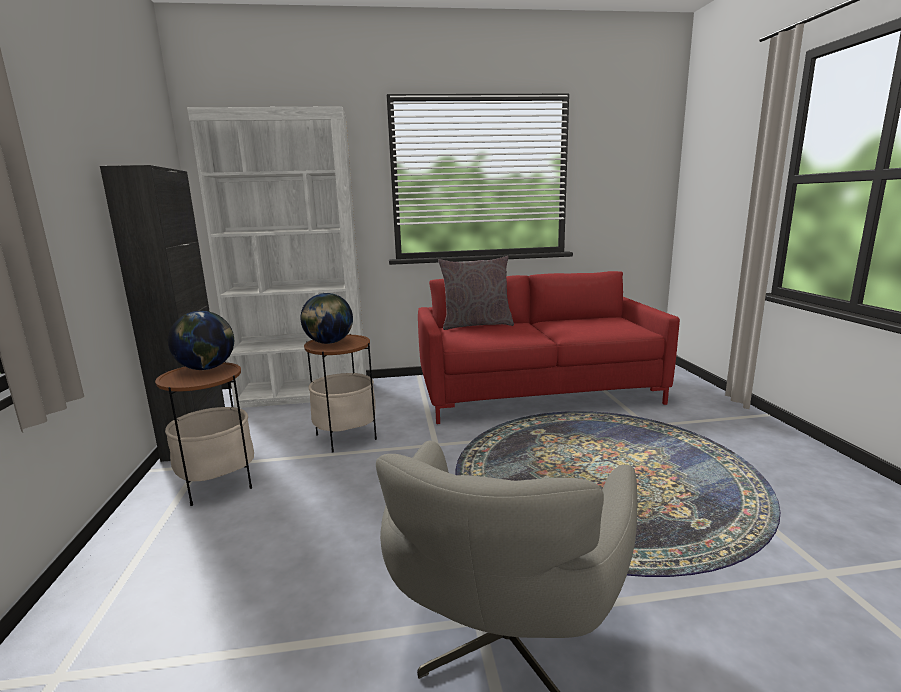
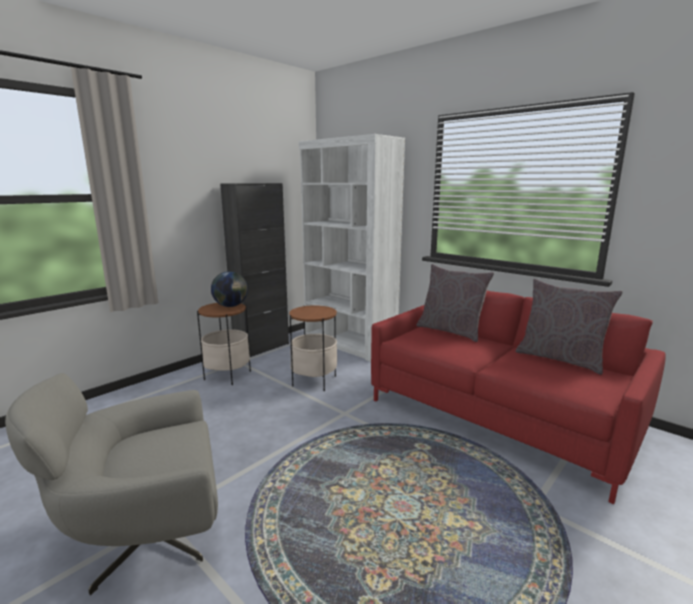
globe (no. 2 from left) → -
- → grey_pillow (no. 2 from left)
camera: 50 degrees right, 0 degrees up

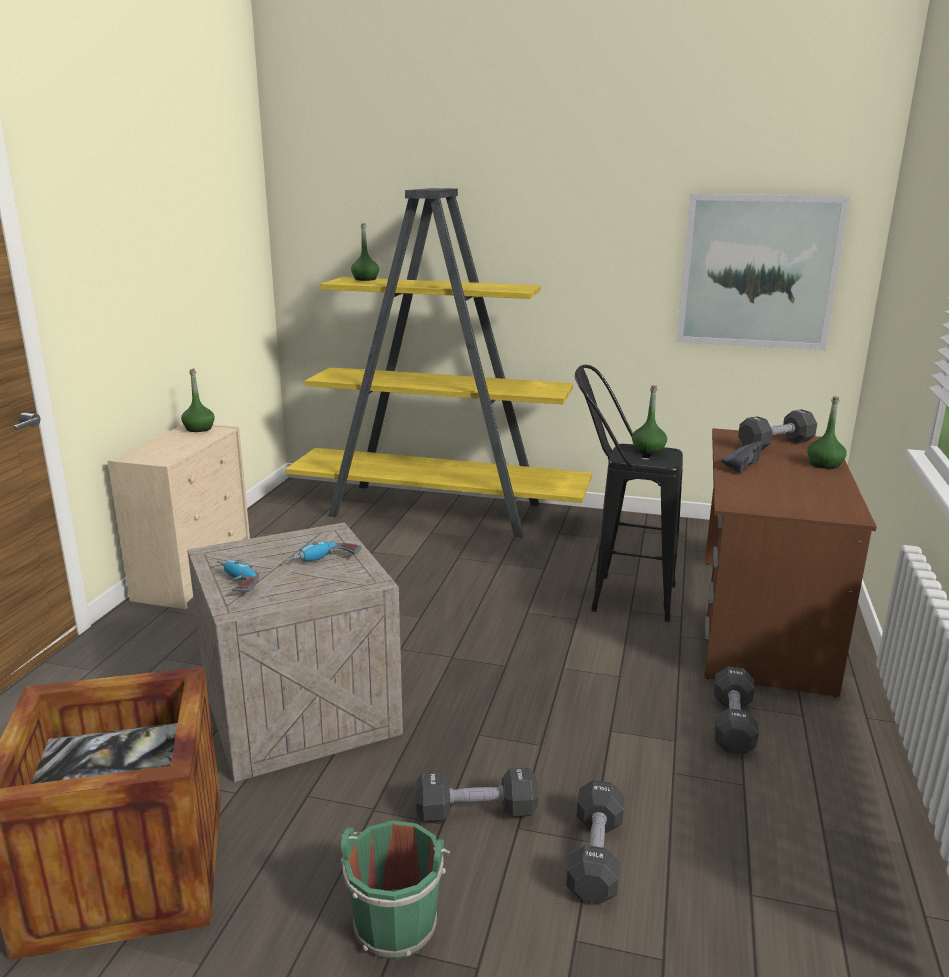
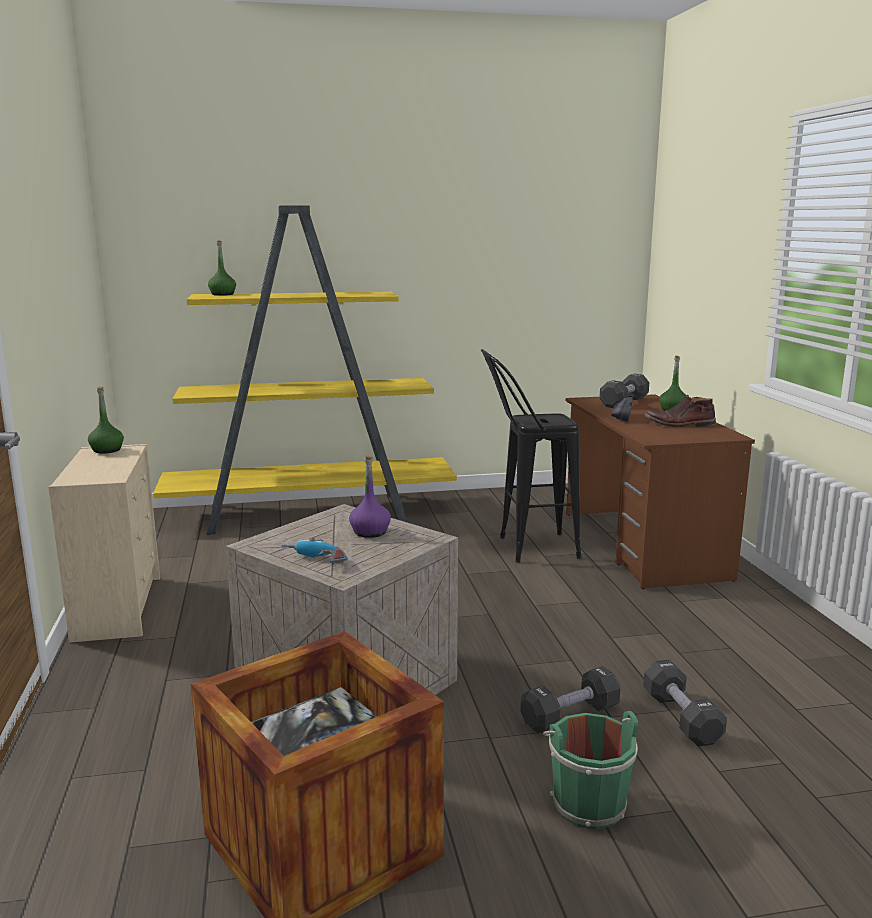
picture → -
green_bottle (no. 3 from left) → -
power_drill (no. 2 from left) → purple_bottle
black_dumbbell (no. 3 from left) → -
- → brown_boot
camera: 25 degrees left, 5 degrees down

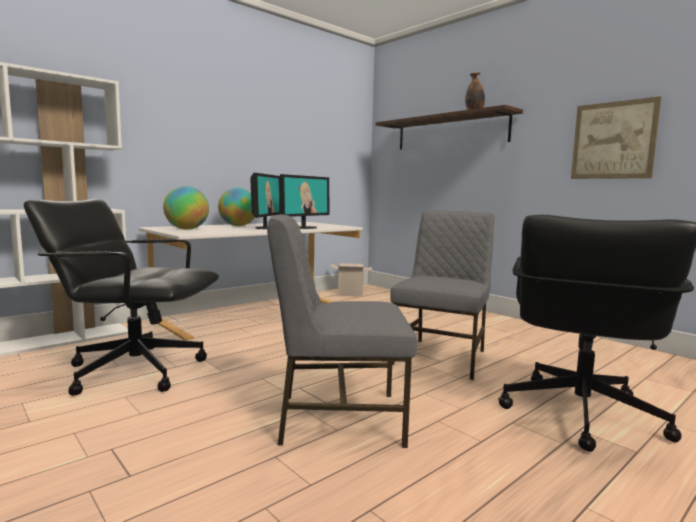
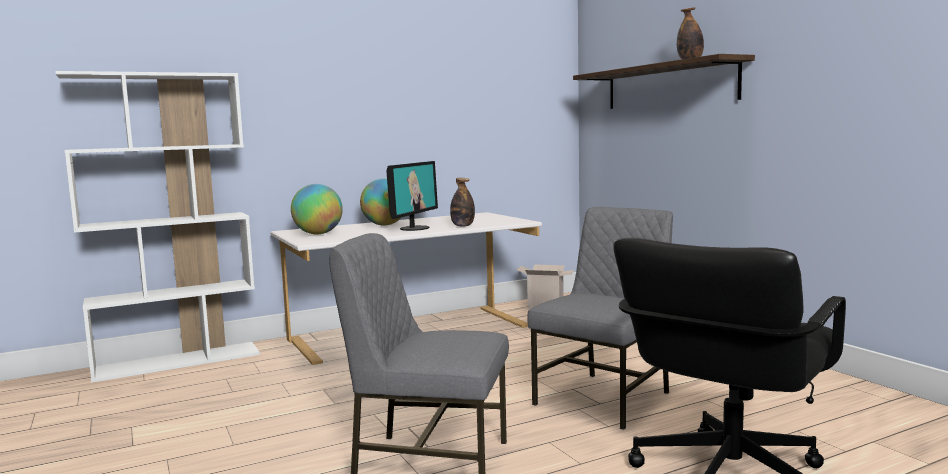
picture → -
monitor (no. 2 from left) → bottle (no. 1 from left)
black_office_chair (no. 1 from left) → -
camera: 15 degrees right, 0 degrees up

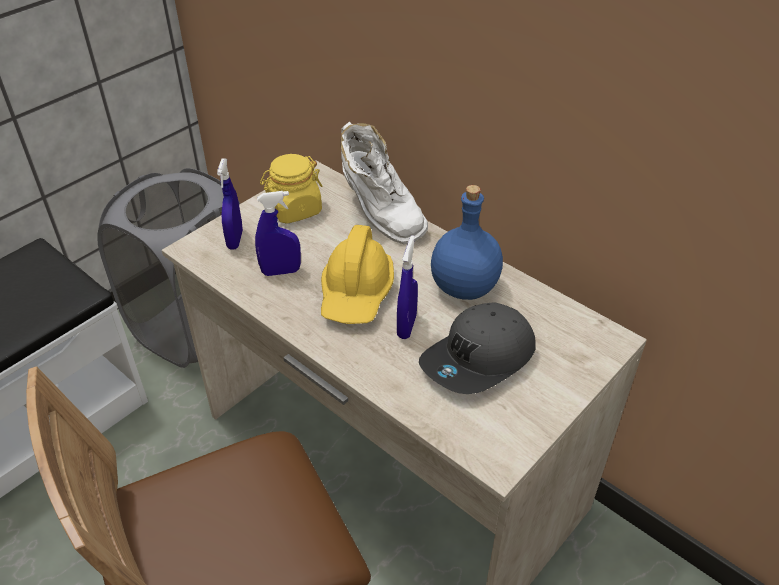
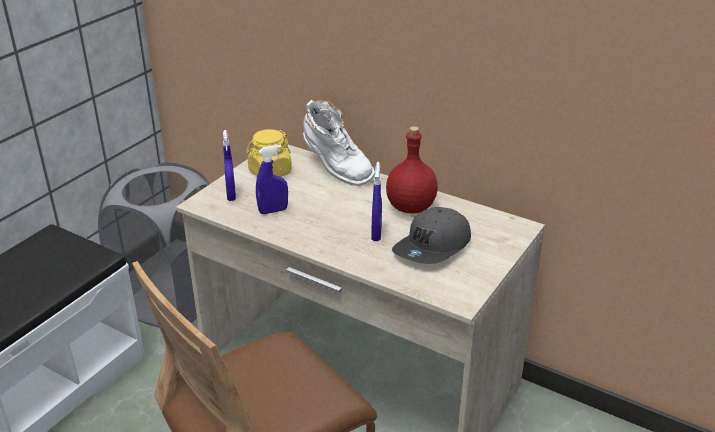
blue_bottle → red_bottle
yellow_hard_hat → -
camera: 10 degrees left, 10 degrees down

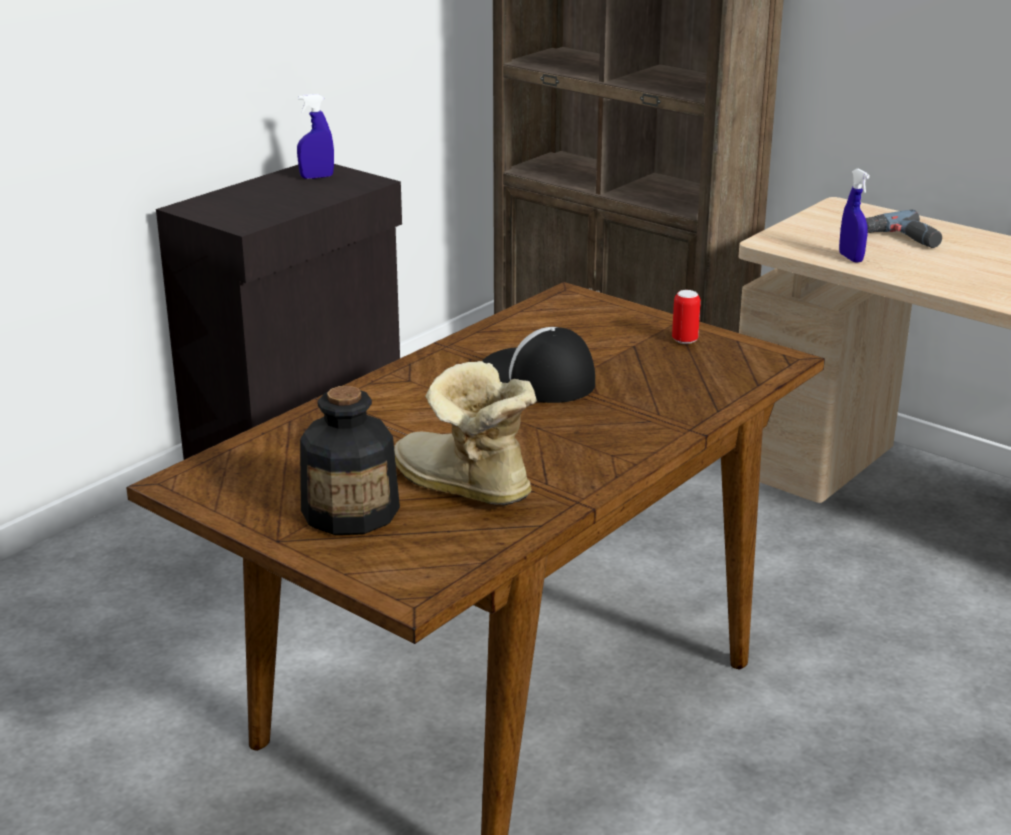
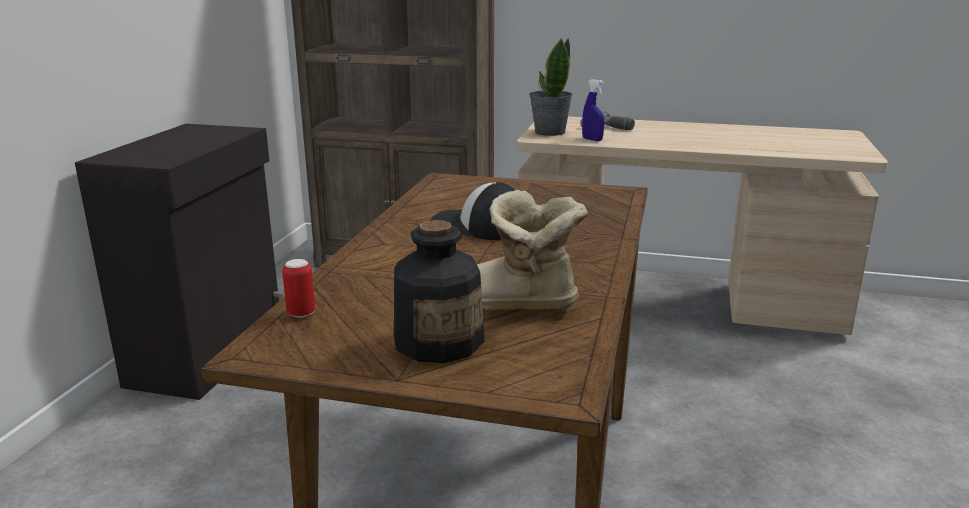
blue_spray_bottle (no. 1 from left) → -
can, shifted
- → potted_plant
camera: 25 degrees left, 5 degrees down

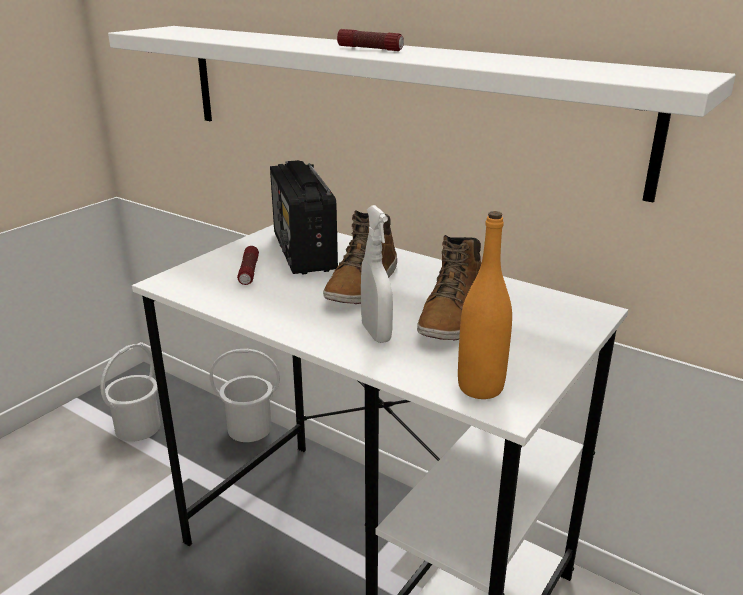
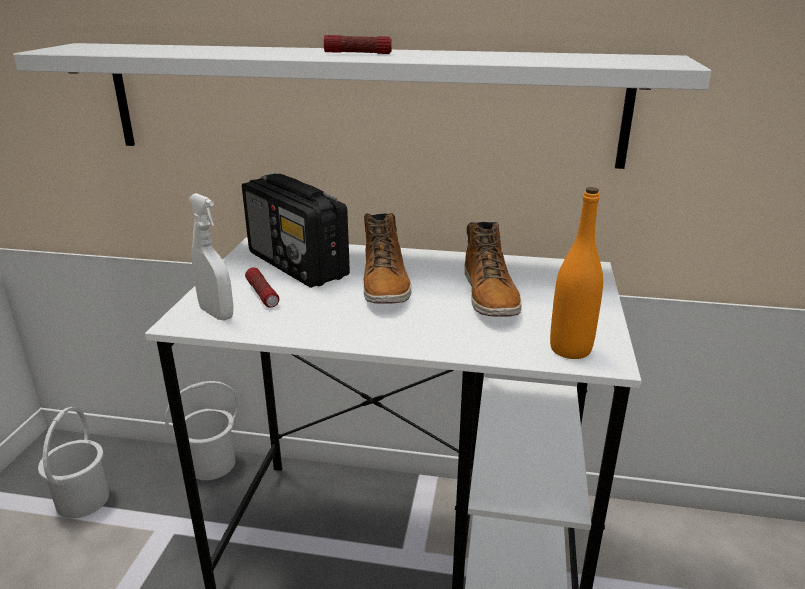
white_spray_bottle, shifted
camera: 25 degrees left, 0 degrees up

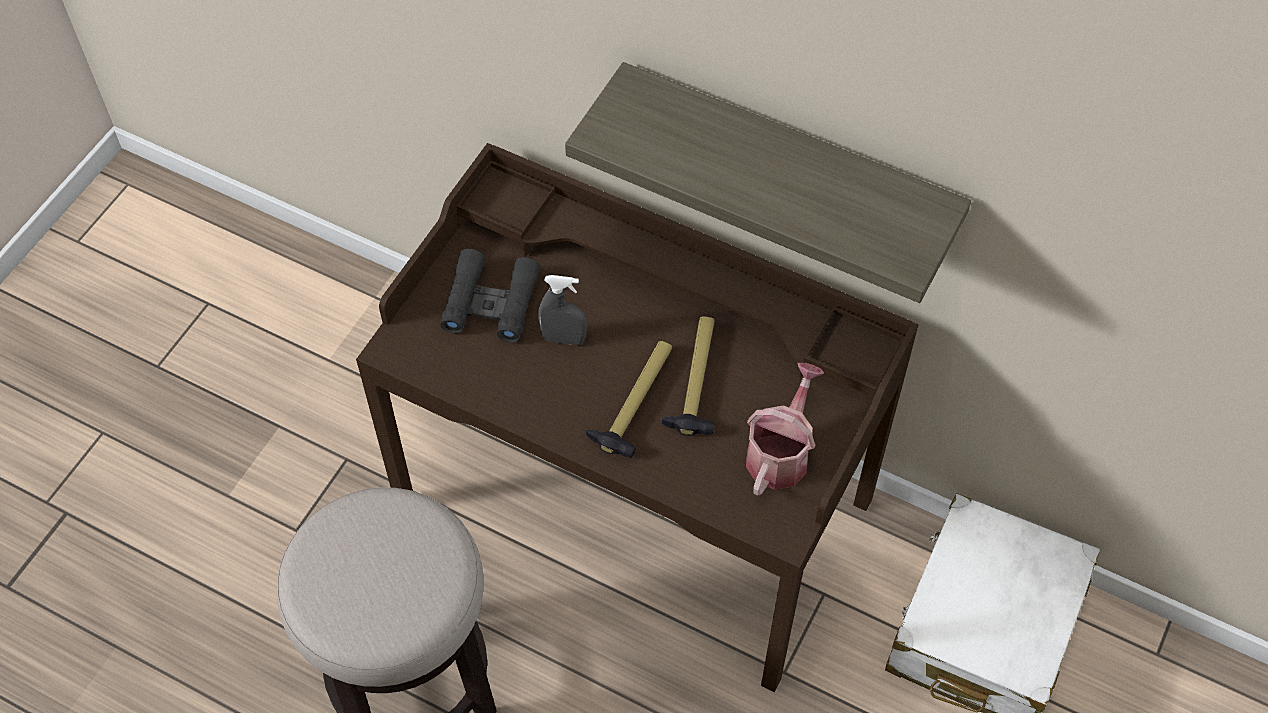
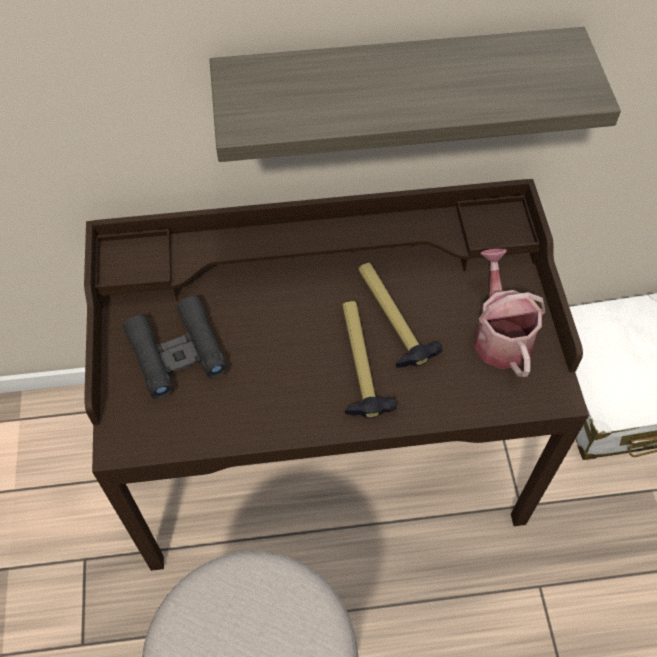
grey_spray_bottle → -
camera: 35 degrees left, 0 degrees up

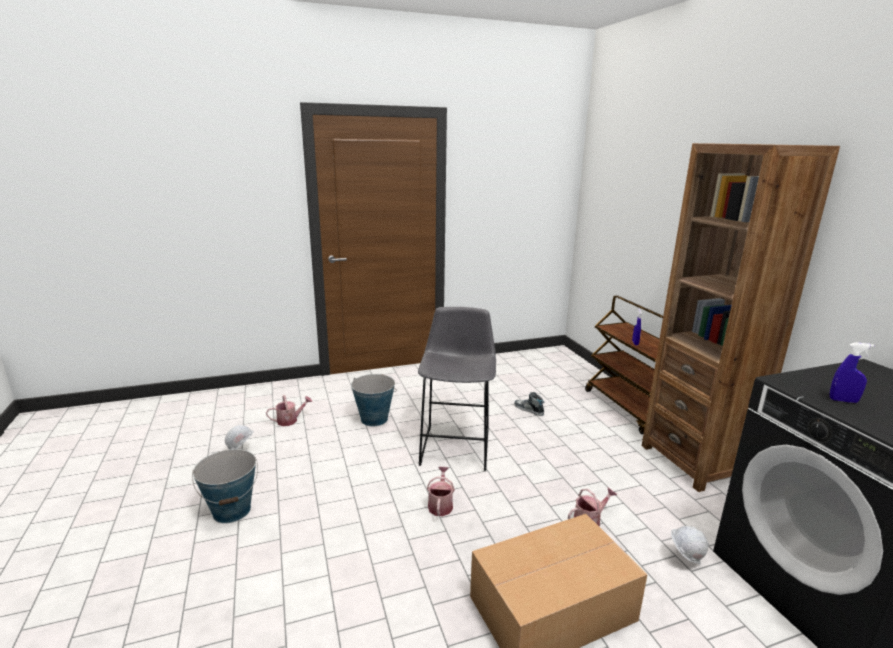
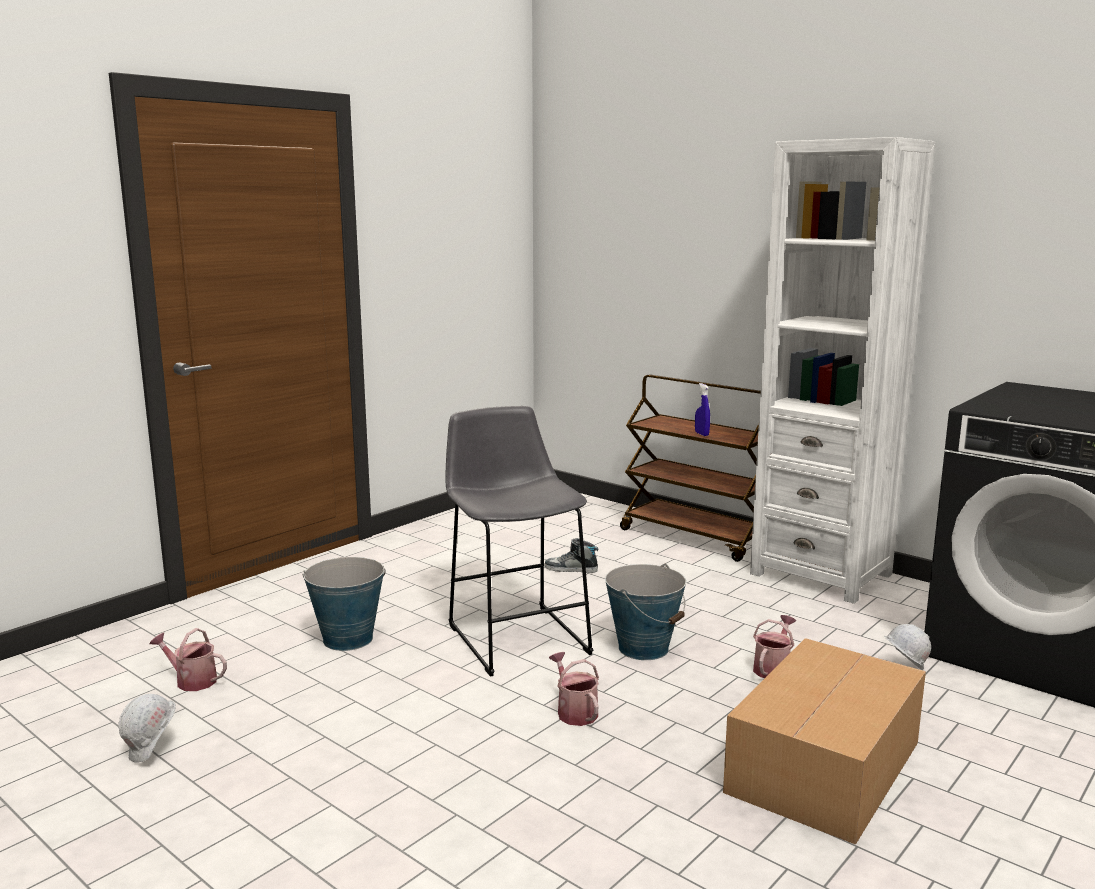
brown_bookcase → white_bookcase
blue_spray_bottle (no. 2 from left) → -
watering_can (no. 1 from left), 105 degrees counterclockwise
bucket (no. 1 from left in the first image) → bucket (no. 2 from left), shifted
camera: 30 degrees left, 5 degrees down

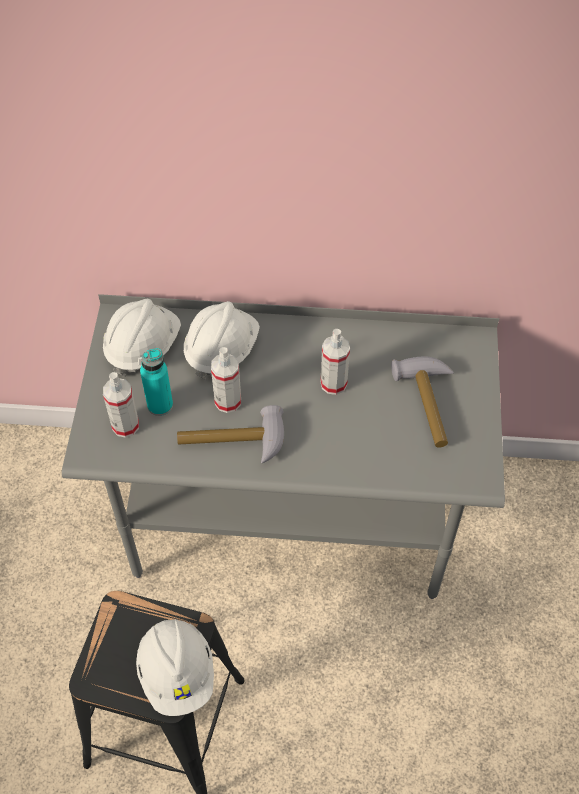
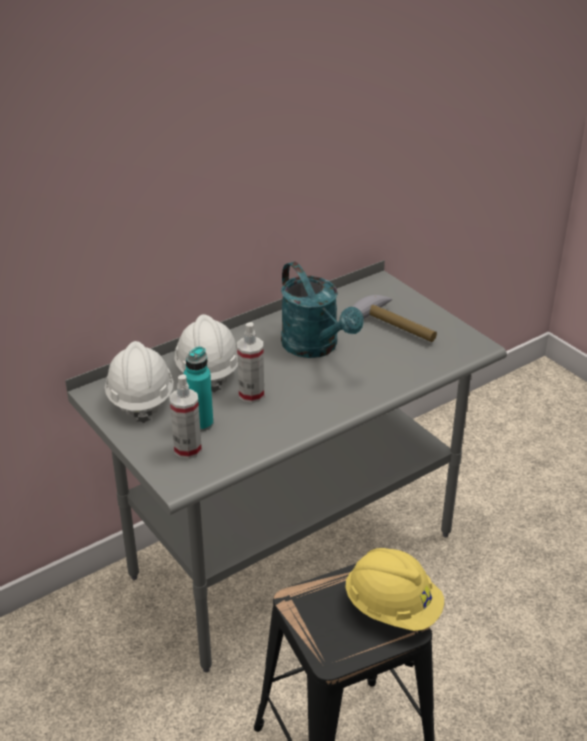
spray_bottle (no. 3 from left) → turquoise_watering_can
hammer (no. 1 from left) → -
white_hard_hat (no. 2 from left) → yellow_hard_hat
camera: 40 degrees left, 20 degrees down

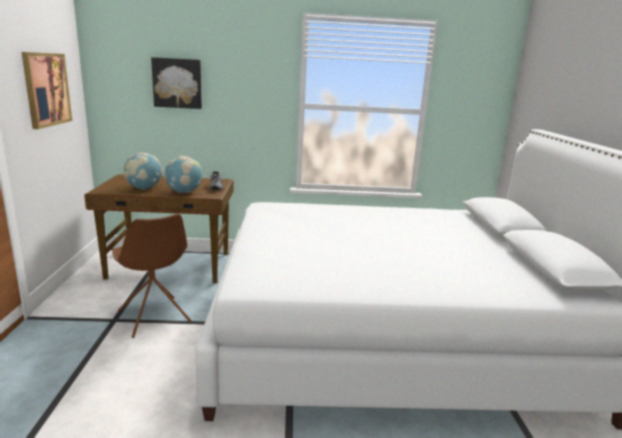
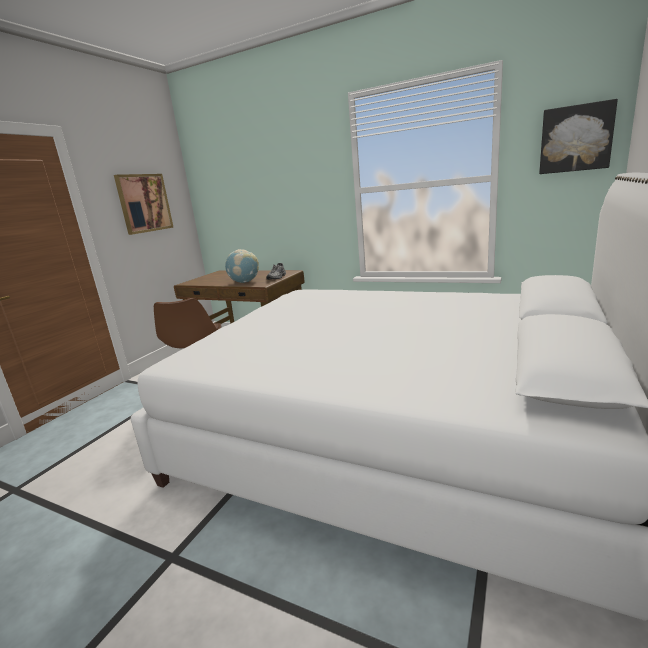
picture (no. 2 from left), shifted
globe (no. 1 from left) → -
camera: 30 degrees right, 0 degrees up

